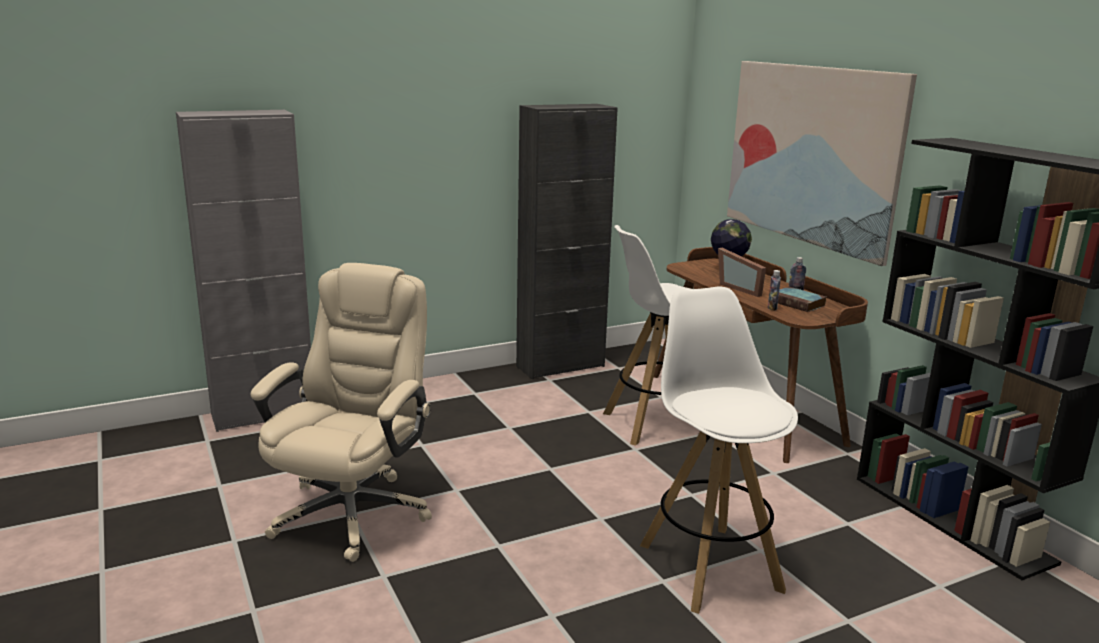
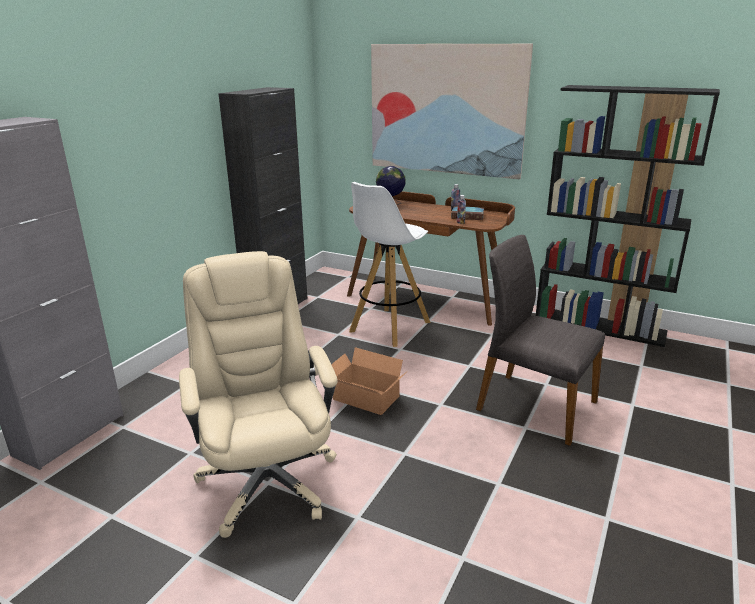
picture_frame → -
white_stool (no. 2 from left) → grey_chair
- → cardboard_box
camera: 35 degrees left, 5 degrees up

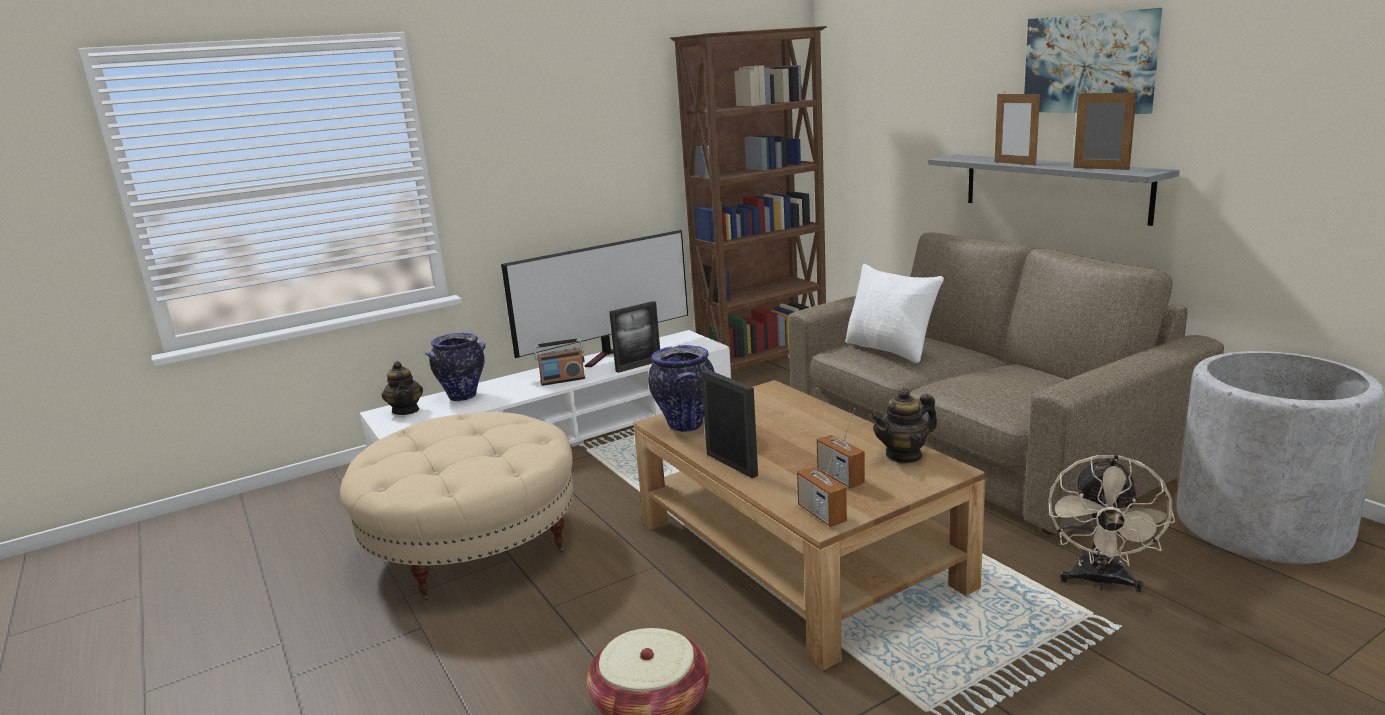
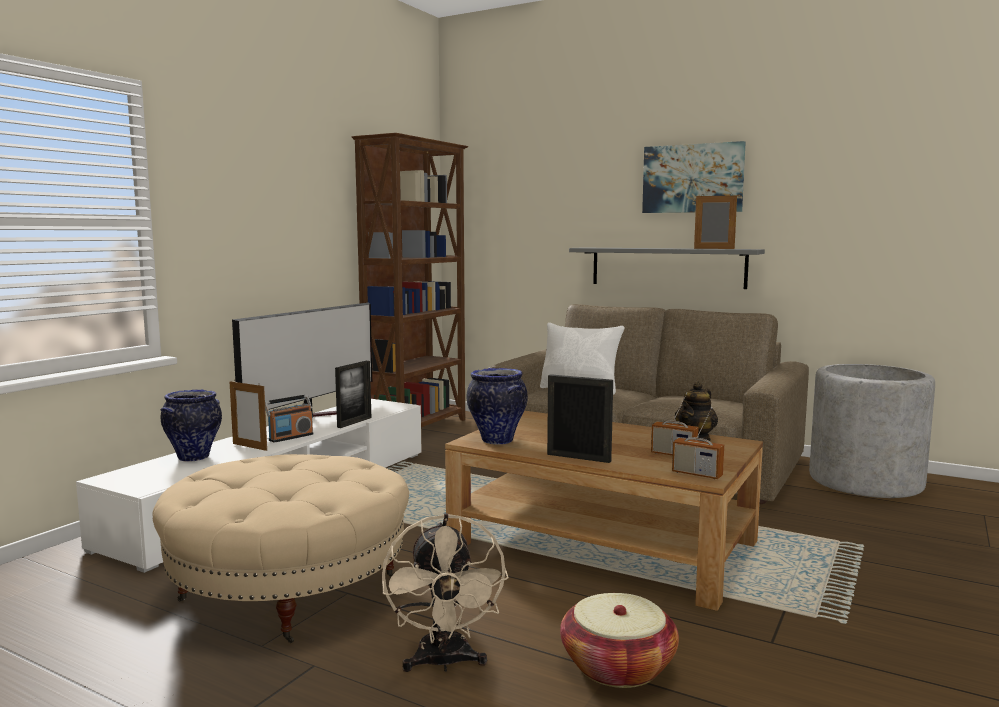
picture_frame (no. 3 from left in the first image) → picture_frame (no. 1 from left), shifted
teapot (no. 1 from left) → -
beige_fan, shifted
camera: 30 degrees left, 10 degrees down

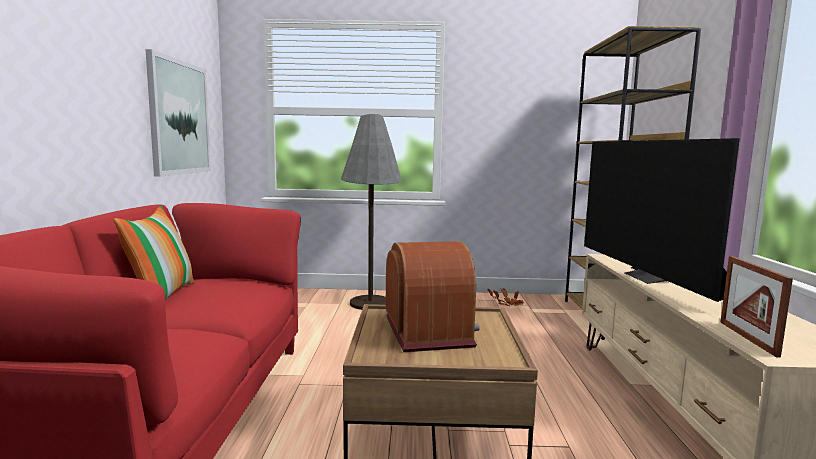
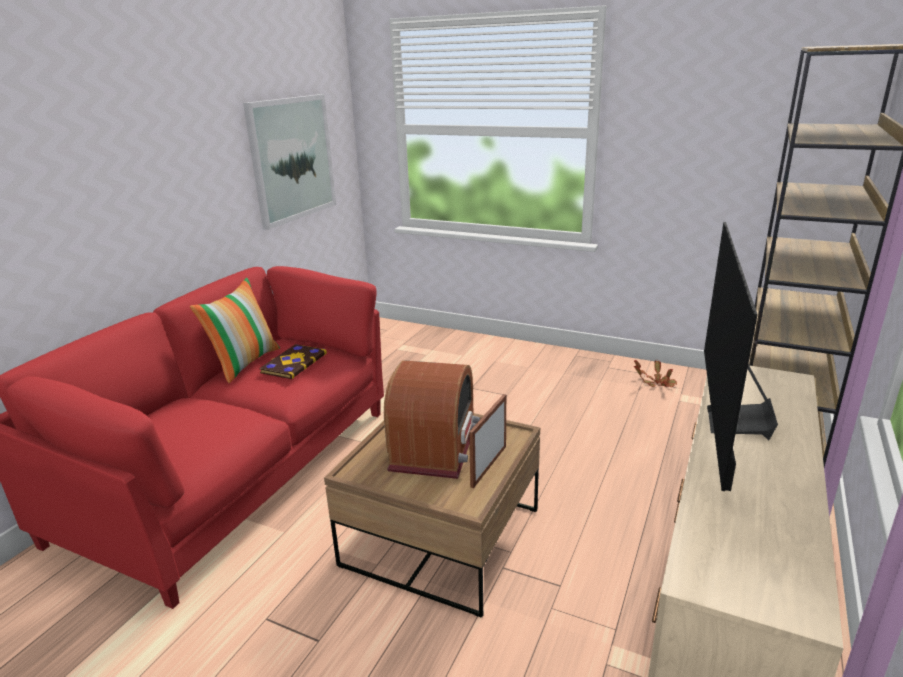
grey_floor_lamp → -
picture_frame, shifted
- → book
camera: 25 degrees right, 15 degrees up

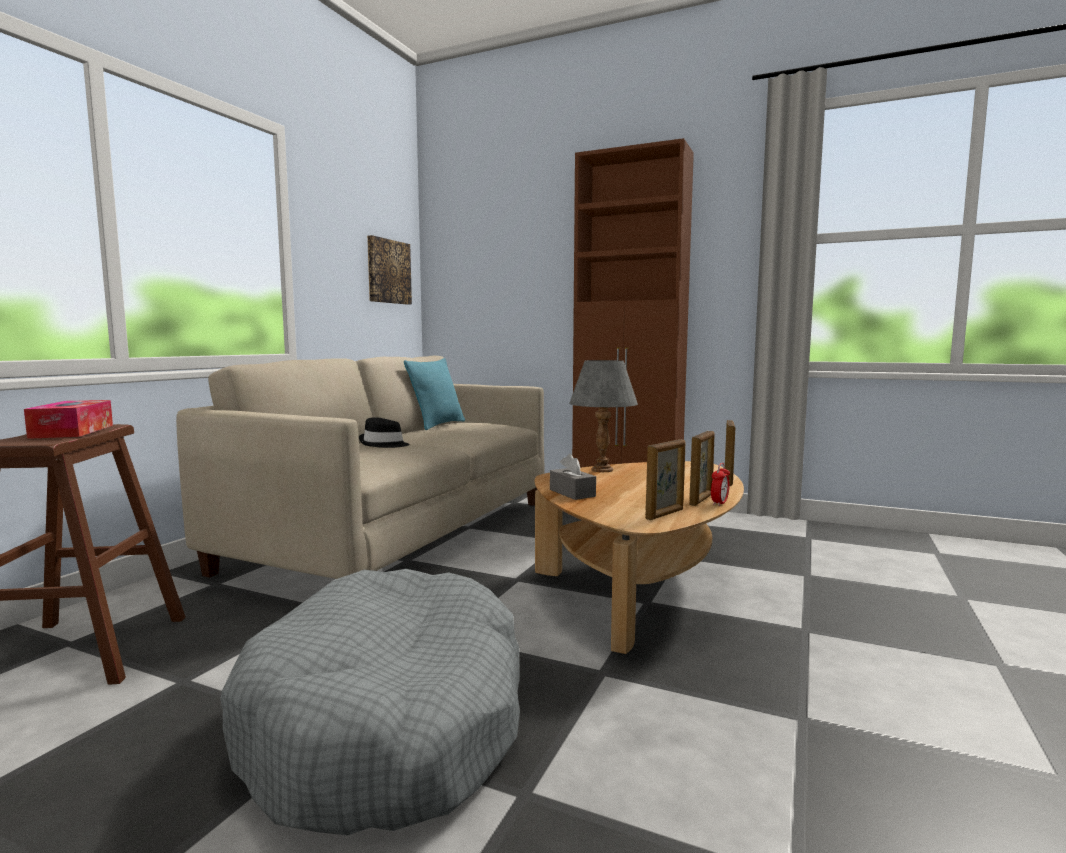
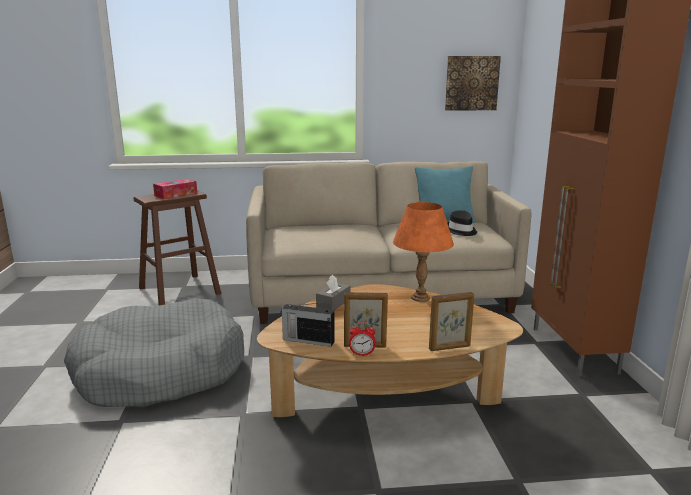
grey_table_lamp → orange_table_lamp
black_hat, shifted
picture_frame (no. 1 from left) → radio
camera: 60 degrees right, 10 degrees up

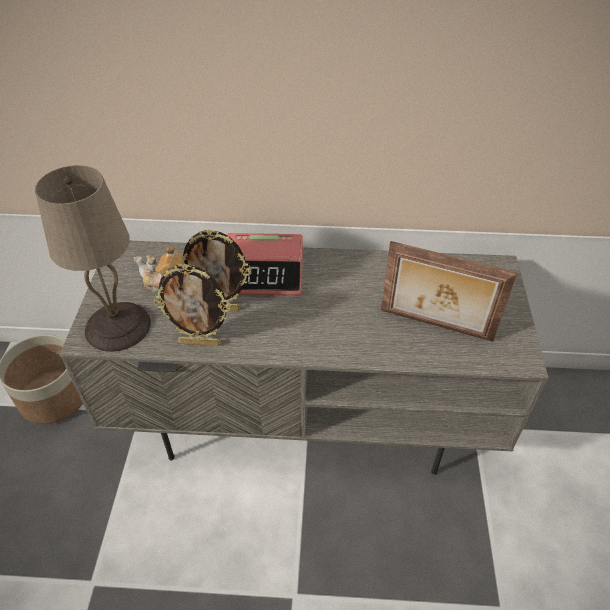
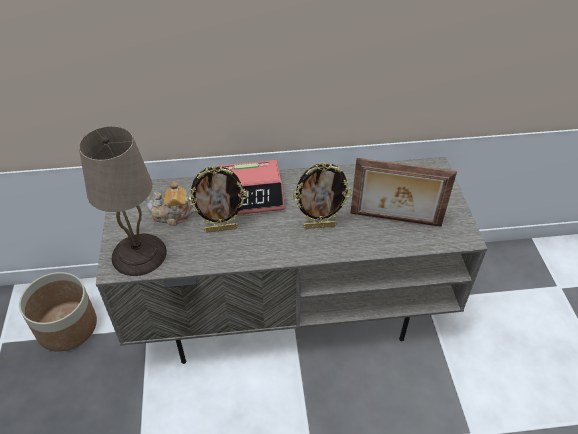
picture_frame (no. 1 from left in the first image) → picture_frame (no. 2 from left), shifted
camera: 10 degrees left, 0 degrees up

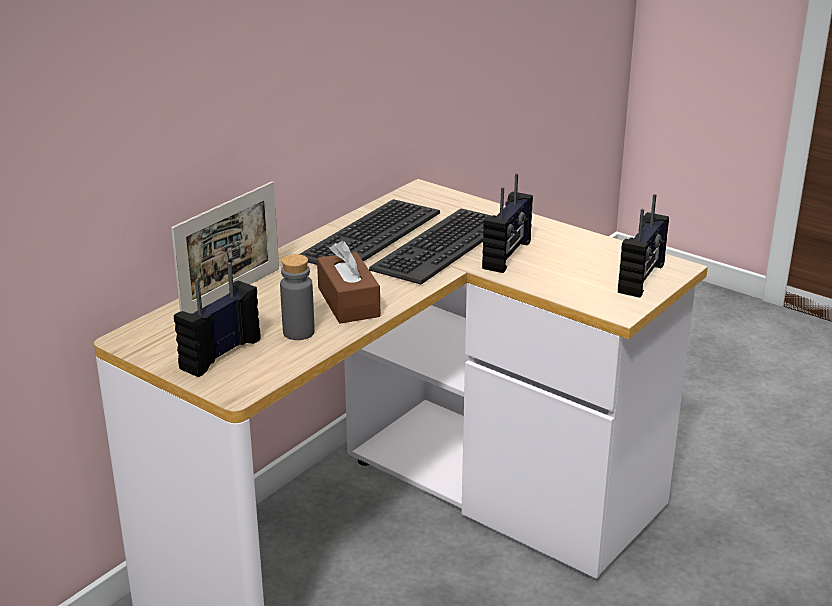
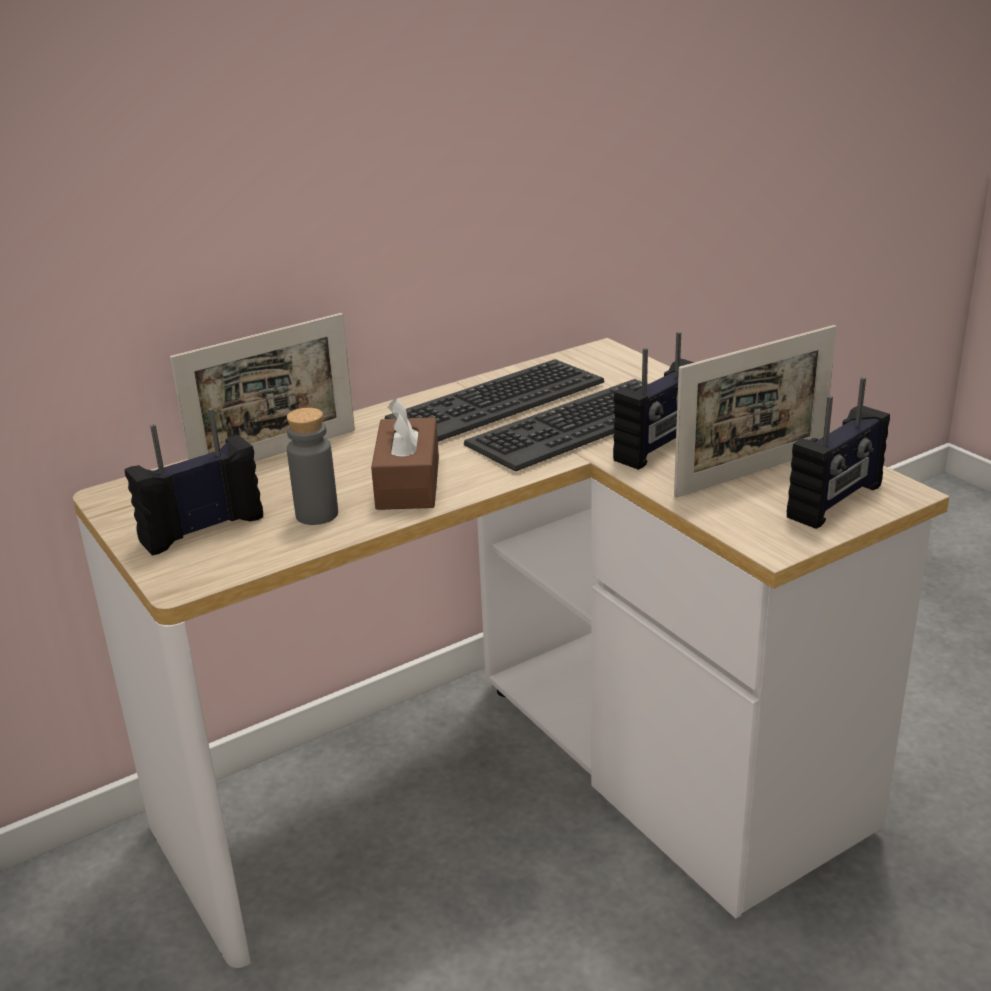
- → picture_frame (no. 2 from left)
camera: 20 degrees right, 0 degrees up

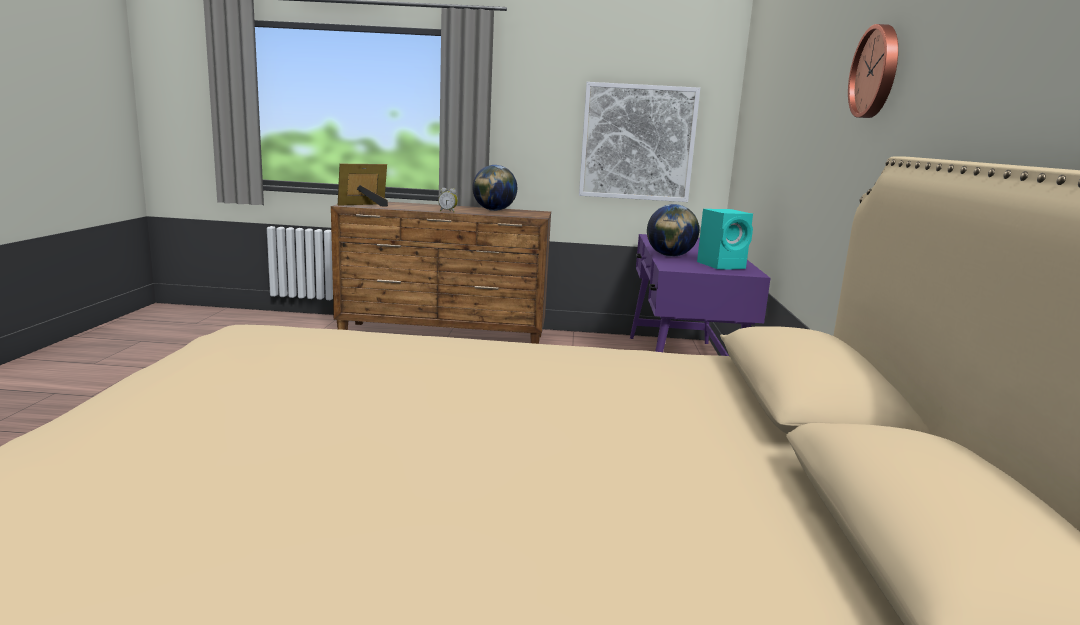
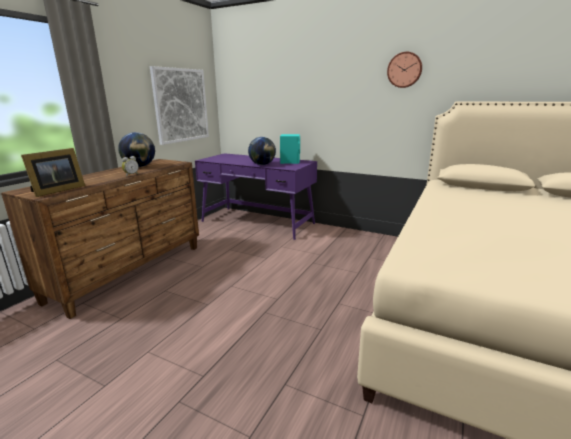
picture_frame, 135 degrees counterclockwise
camera: 65 degrees left, 5 degrees up

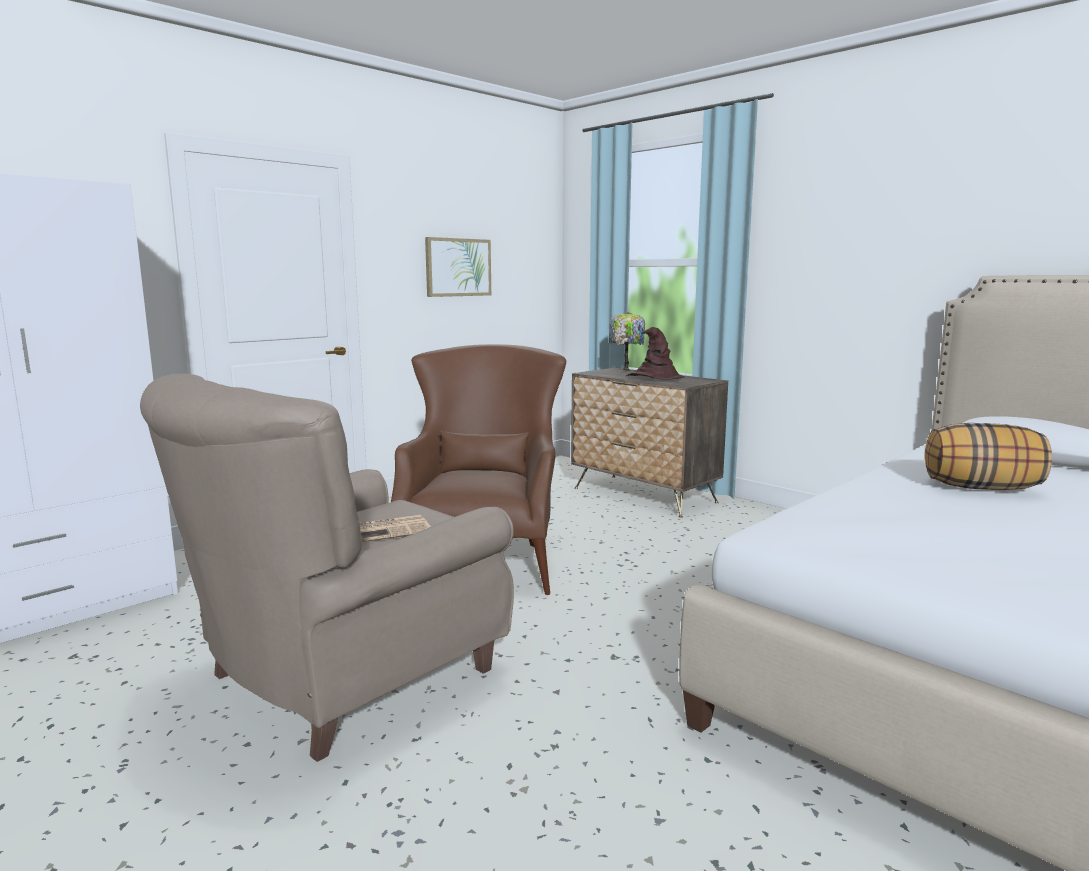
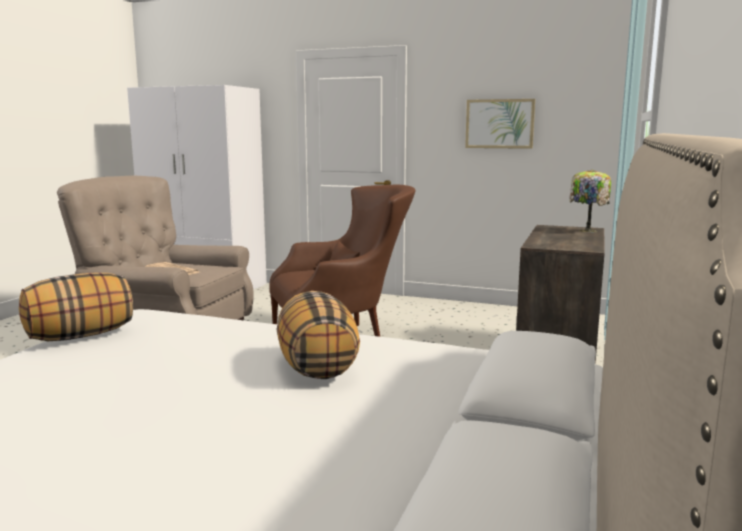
brown_hat → -
- → pillow (no. 1 from left)
camera: 65 degrees right, 0 degrees up

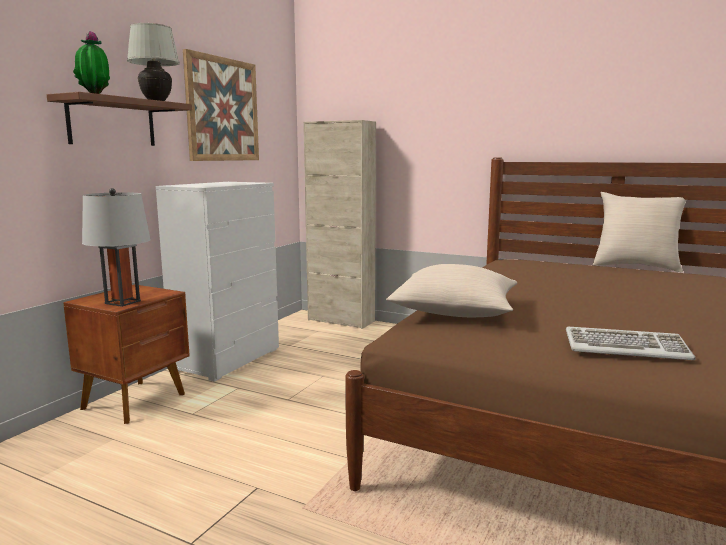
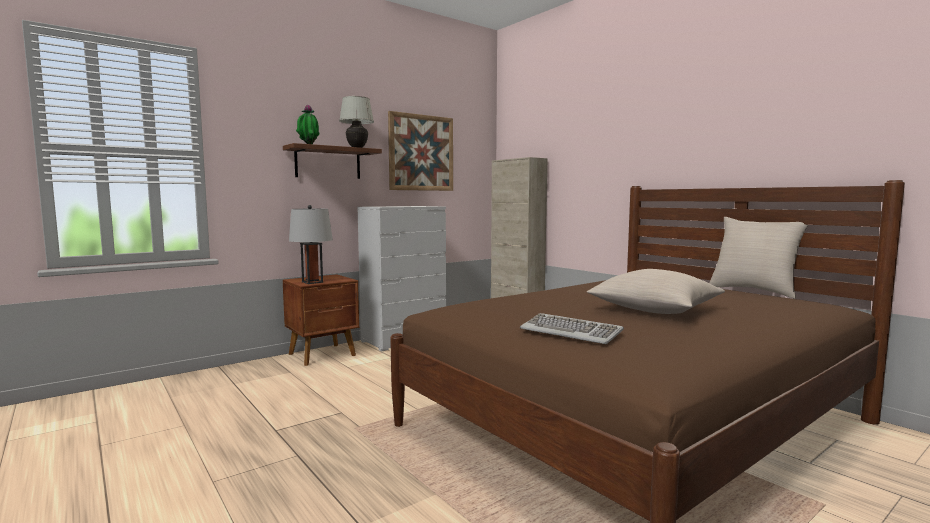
beige_pillow (no. 1 from left), shifted
camera: 25 degrees right, 5 degrees down

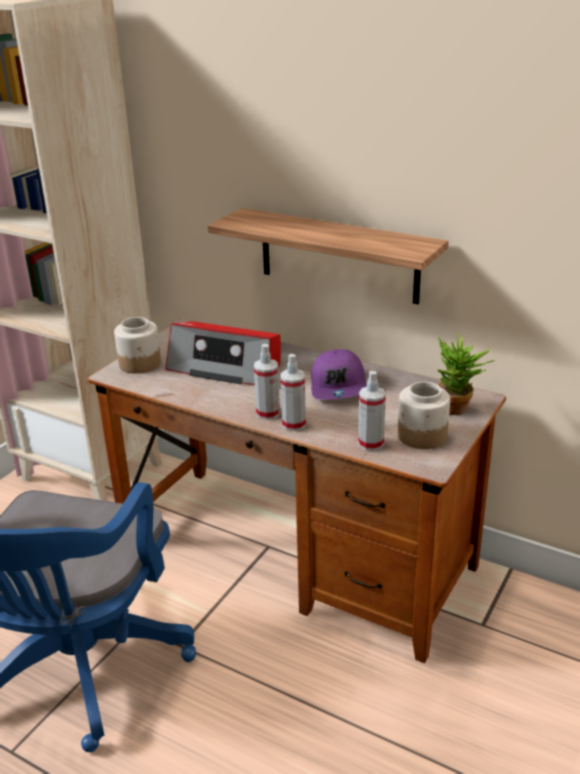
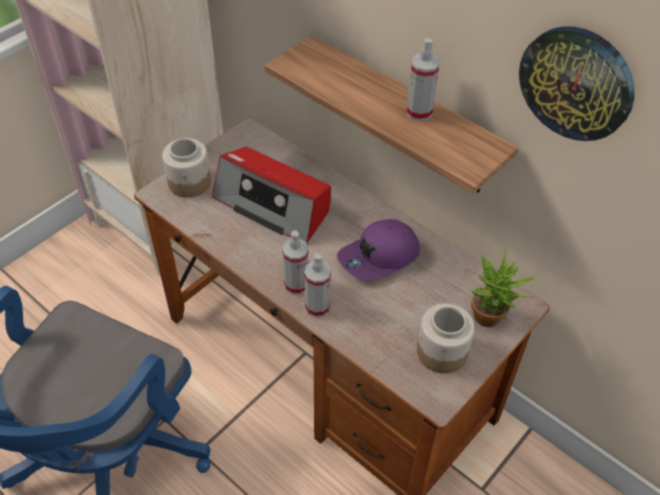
purple_cap, 45 degrees clockwise
spray_bottle (no. 3 from left), shifted
- → wall_clock
camera: 10 degrees right, 20 degrees up

